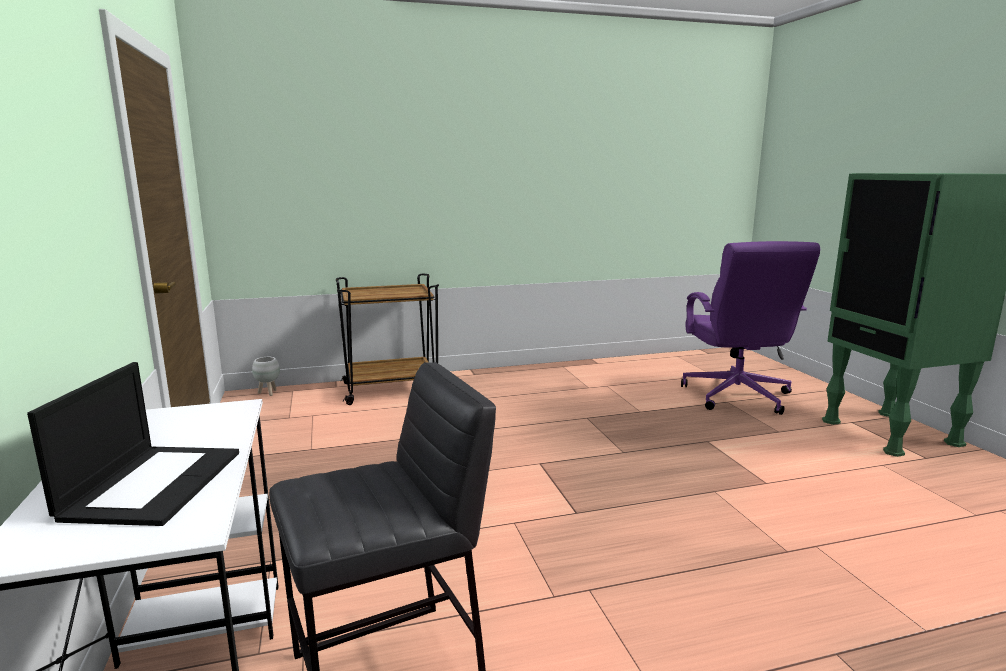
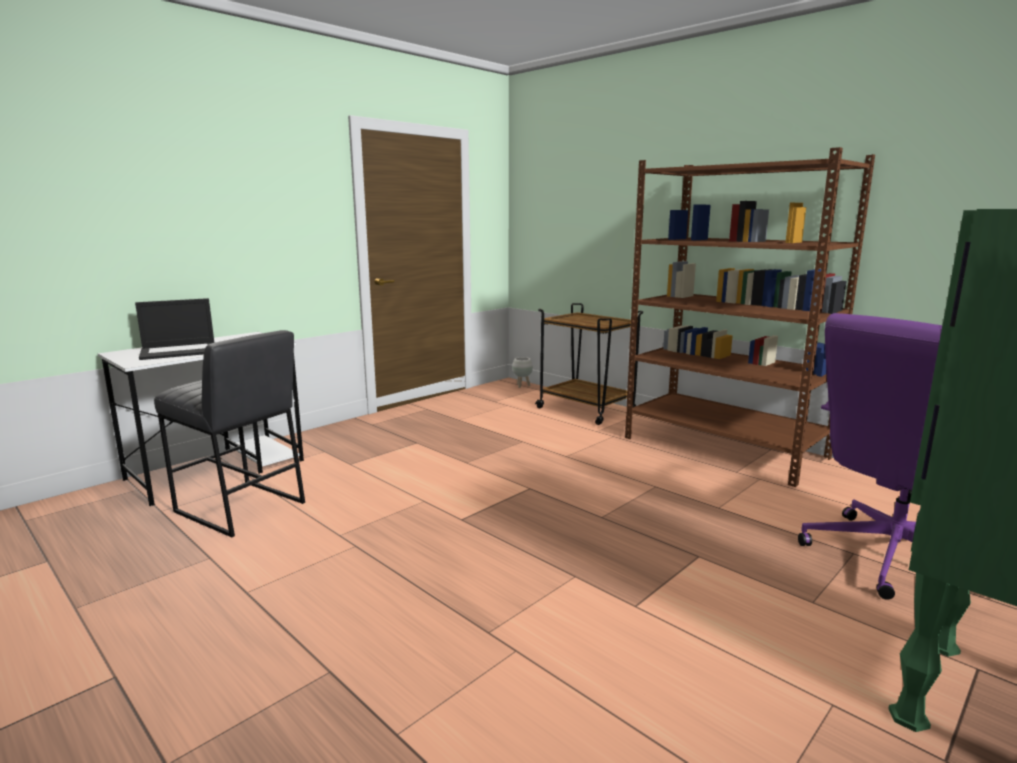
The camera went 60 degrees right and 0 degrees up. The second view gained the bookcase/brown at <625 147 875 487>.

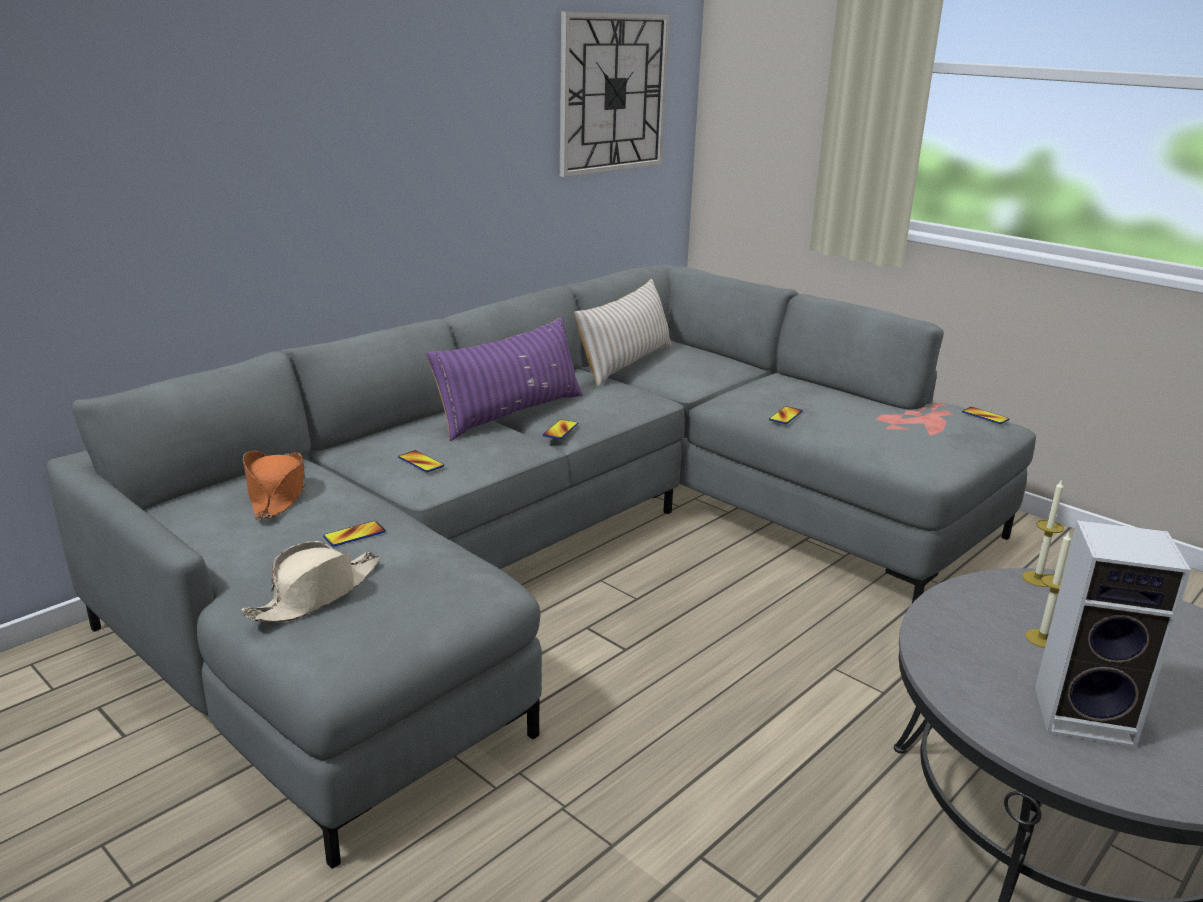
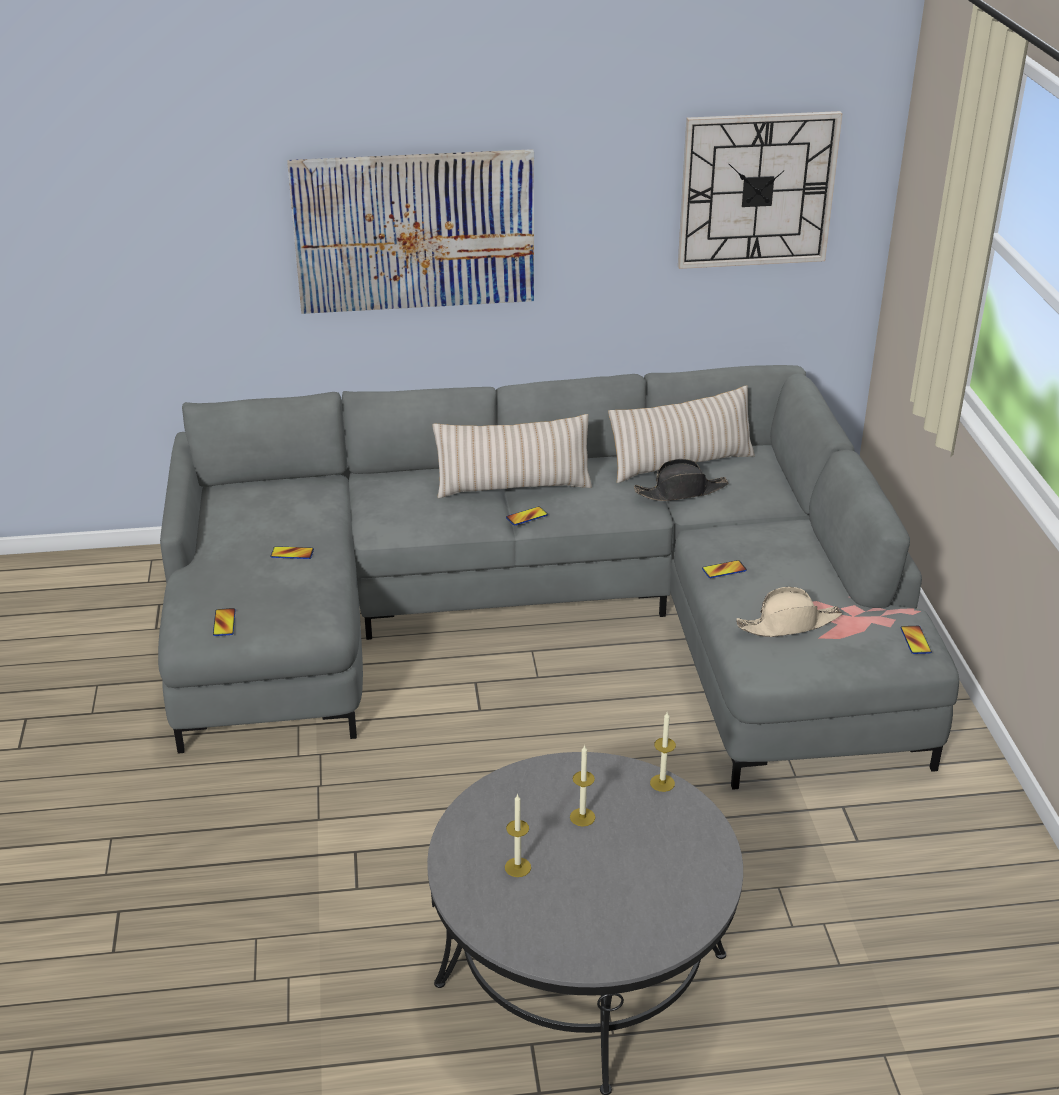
The camera went 40 degrees right and 10 degrees up. What was the throw pillow/purplish at <426 317 582 441> turned into the throw pillow/beige-coloured at <432 414 592 498>. The handset ended up elsewhere, having gone from <398 450 444 472> to <213 608 236 636>. The second view lost the hat/orange at <243 451 305 520>. Where the audio speaker stood at <1035 520 1191 748>, the wax light came to stand at <505 794 531 877>. The hat/beige-coloured ended up elsewhere, having gone from <242 541 380 622> to <736 587 842 637>. The second view gained the wall picture at <287 149 534 314>. The second view gained the hat/black at <634 459 729 501>.

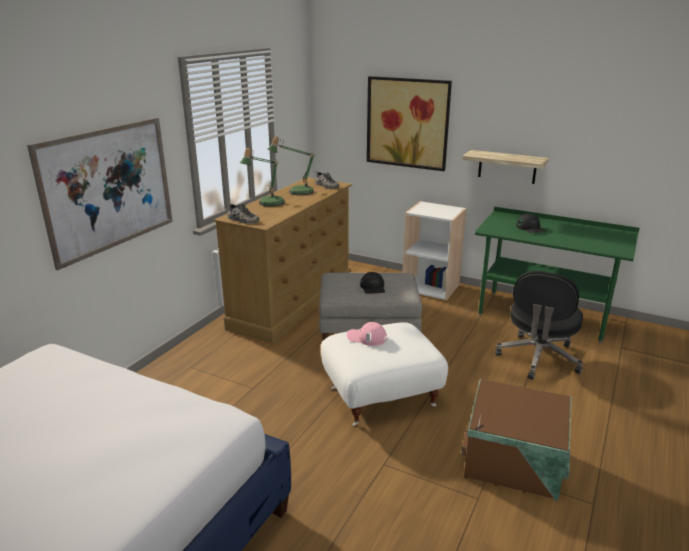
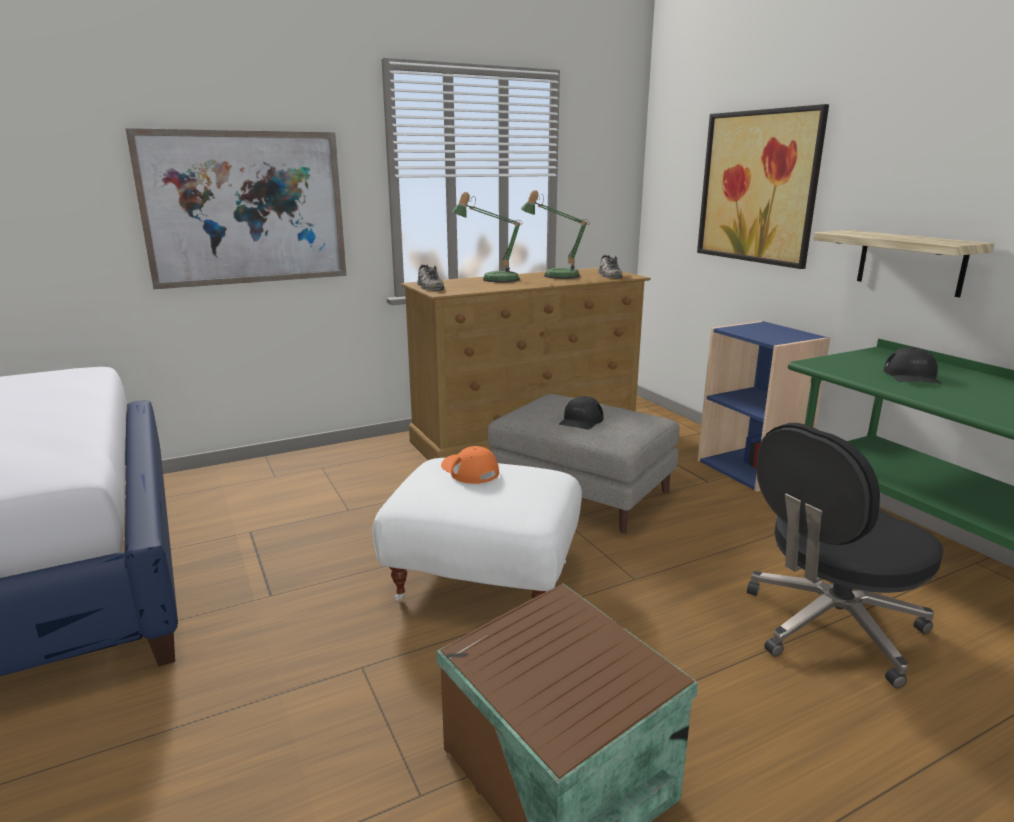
The camera went 35 degrees right and 5 degrees down. What was the bookcase/whitish at <402 201 466 300> turned into the bookcase/blue-coloured at <698 321 830 492>. What was the baseball cap/pinkish at <347 322 387 346> turned into the baseball cap/orange at <441 446 499 484>.

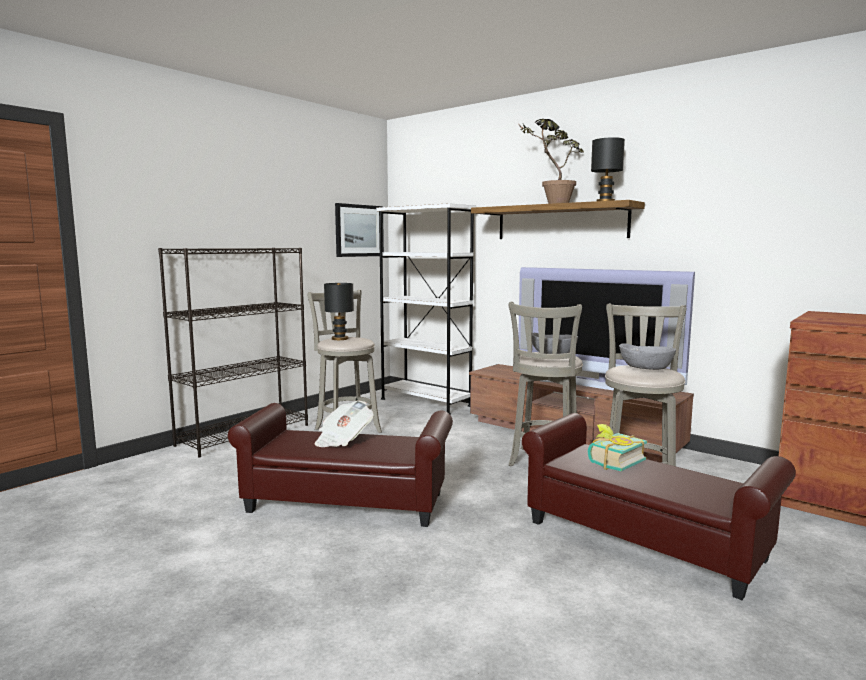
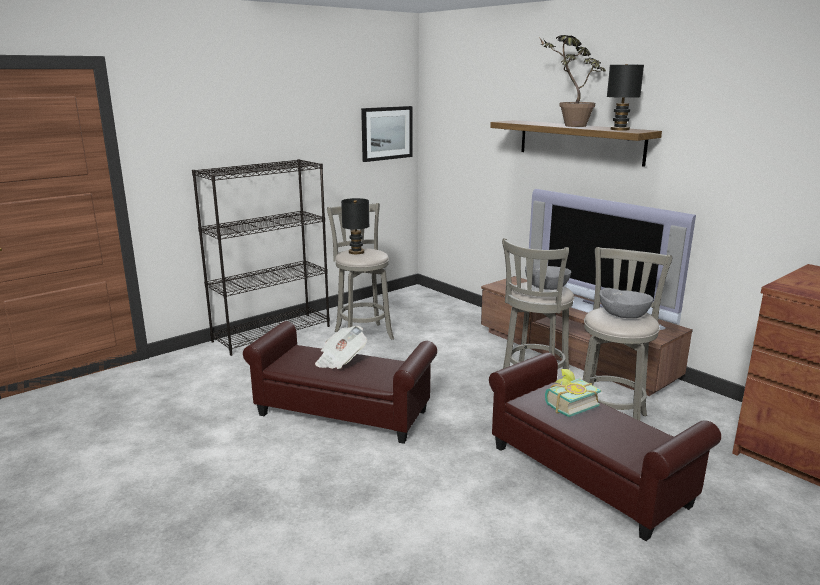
The camera went 10 degrees right and 10 degrees up. The second view lost the bookcase/whitish at <376 203 477 415>.

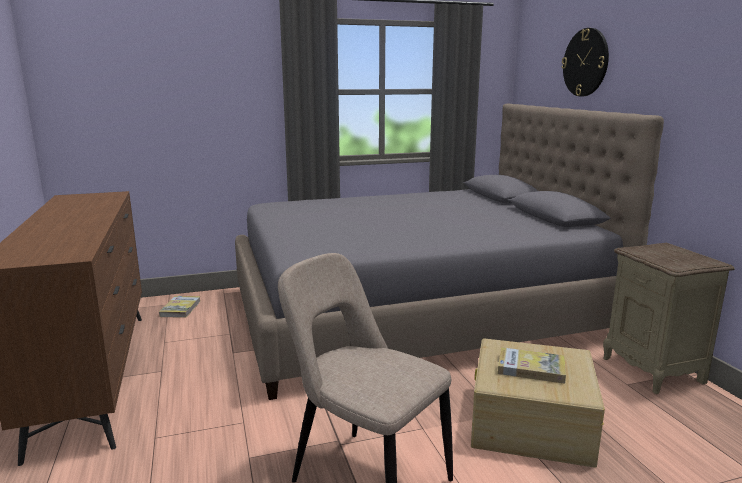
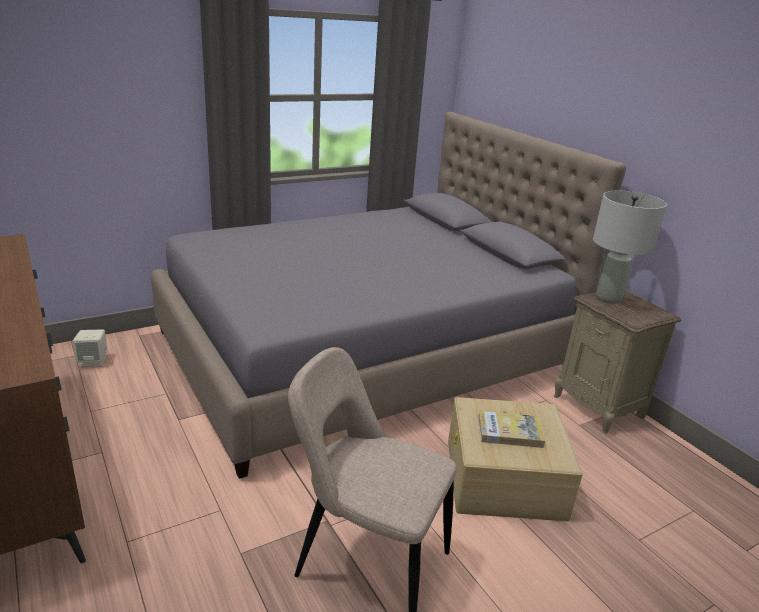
The camera went 15 degrees left and 10 degrees up. The second view lost the clock on the wall at <561 28 609 96>. Where the bound book stood at <159 296 201 318>, the audio speaker/beige-coloured came to stand at <73 329 107 367>. The second view gained the table lamp/gray at <593 191 667 304>.

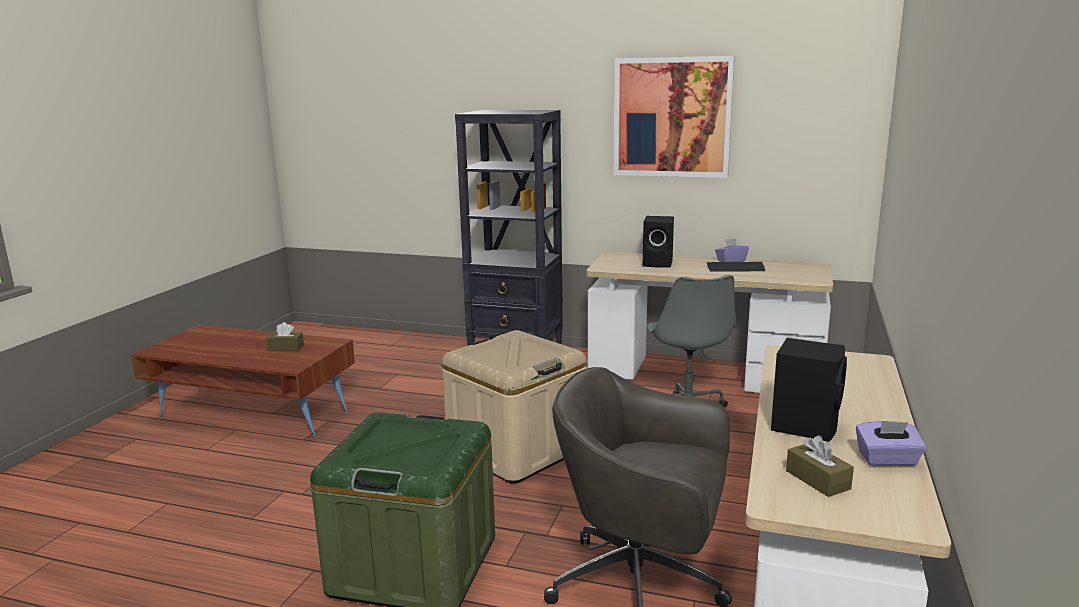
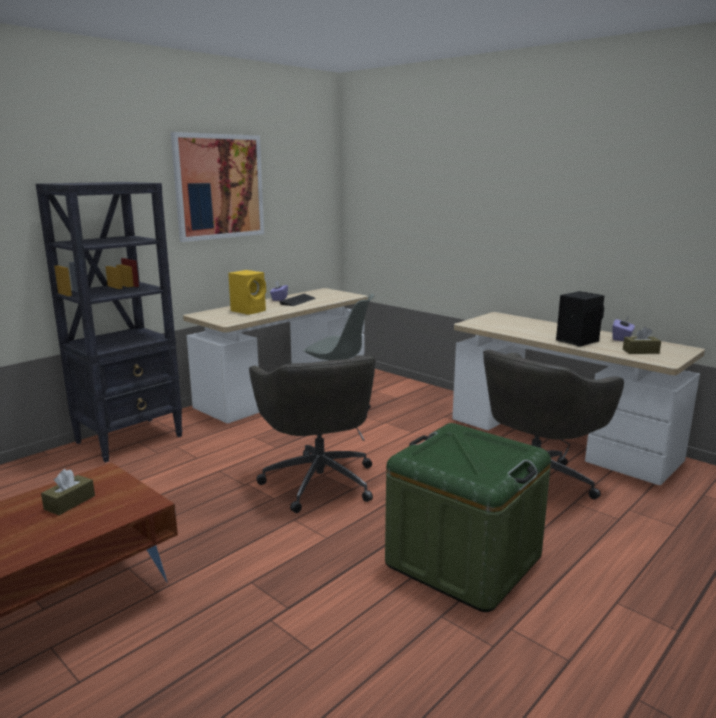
The camera went 65 degrees left and 0 degrees up. What was the audio speaker/black at <643 216 674 268> turned into the audio speaker/yellow-coloured at <228 270 266 315>. Where the storage bin/beige-coloured stood at <442 330 587 484>, the office chair/gray came to stand at <249 355 376 513>.

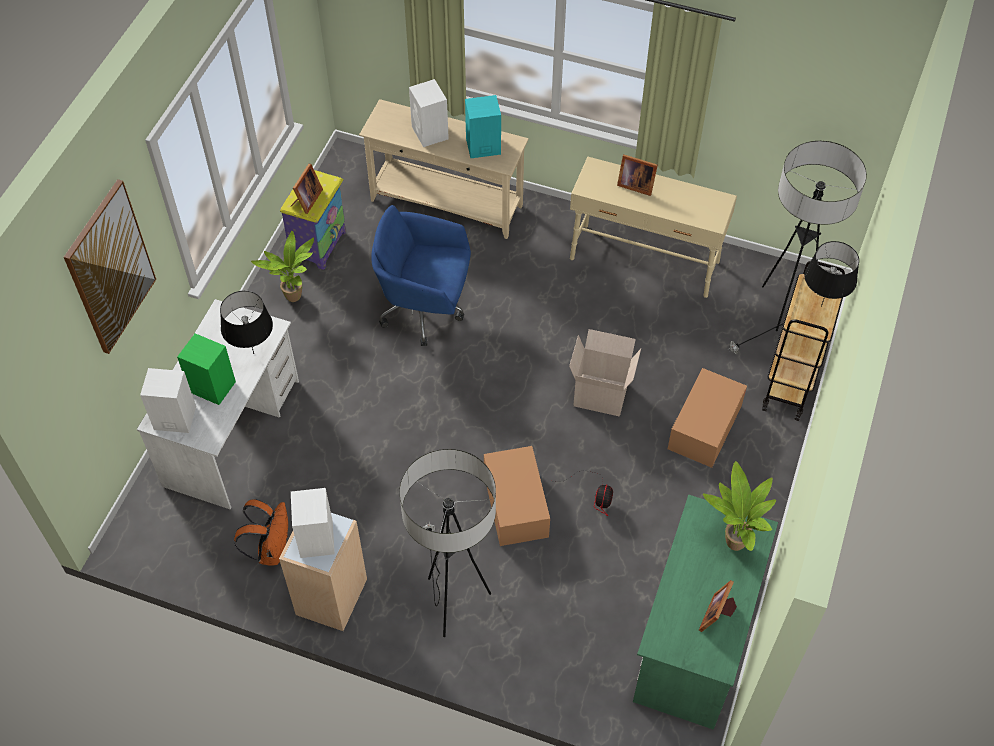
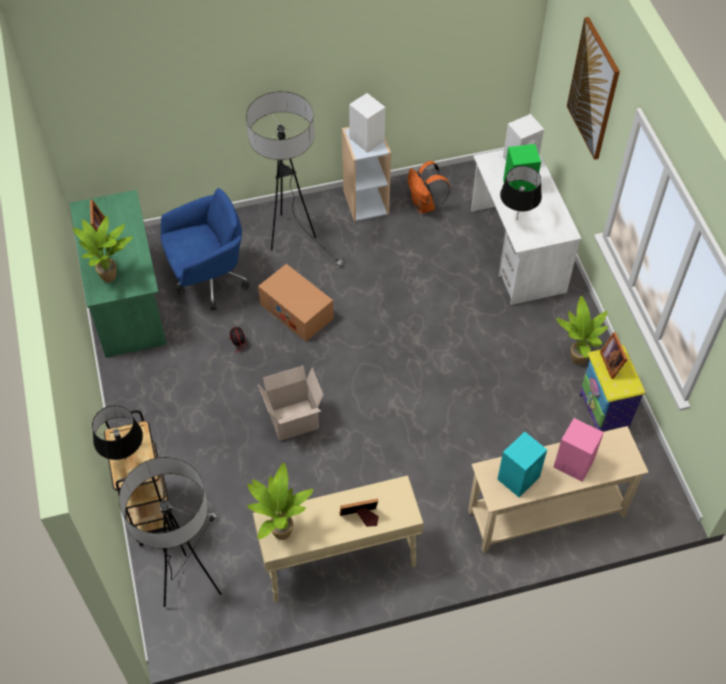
The camera went 145 degrees right and 0 degrees up. What was the audio speaker/whitish at <409 79 449 147> turned into the audio speaker/pinkish at <554 418 604 482>. The office chair/blue-coloured ended up elsewhere, having gone from <371 205 471 346> to <161 188 249 310>. The second view lost the cardboard box at <668 368 747 468>. The second view gained the plant in a pot at <247 463 314 540>.

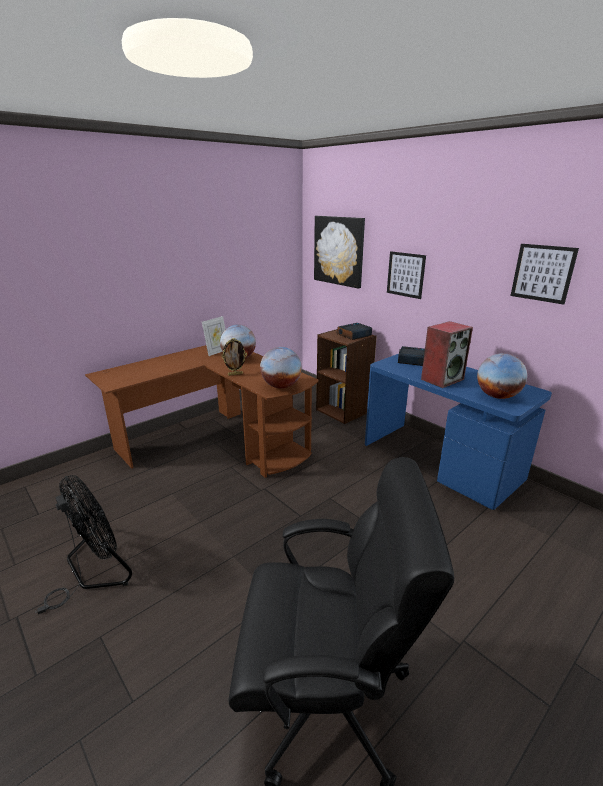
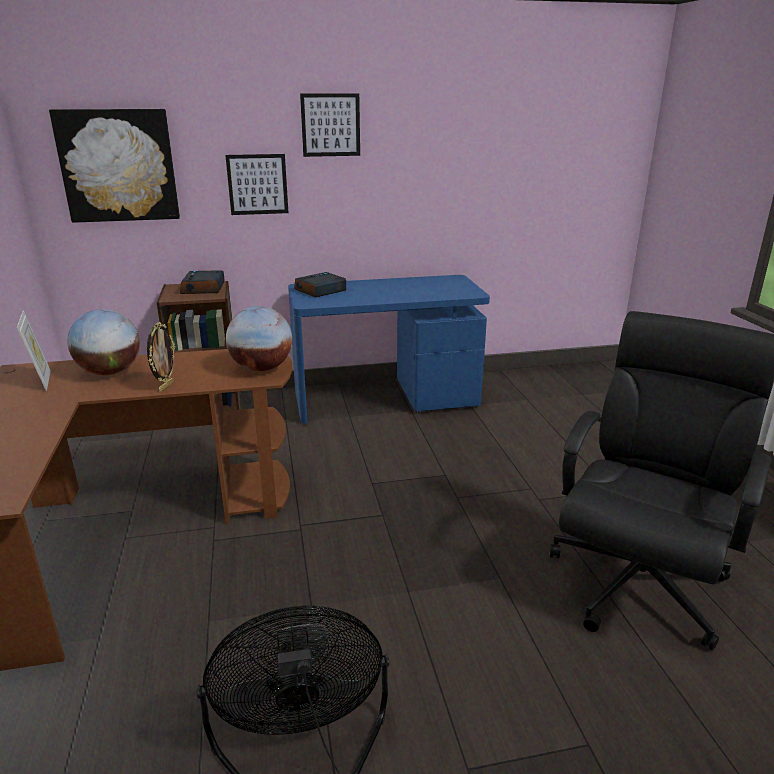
The camera went 60 degrees left and 0 degrees up. The wall picture ended up elsewhere, having gone from <510 244 579 305> to <300 94 360 157>. The second view lost the audio speaker at <421 321 473 388>. The second view lost the world globe at <477 353 527 399>.

